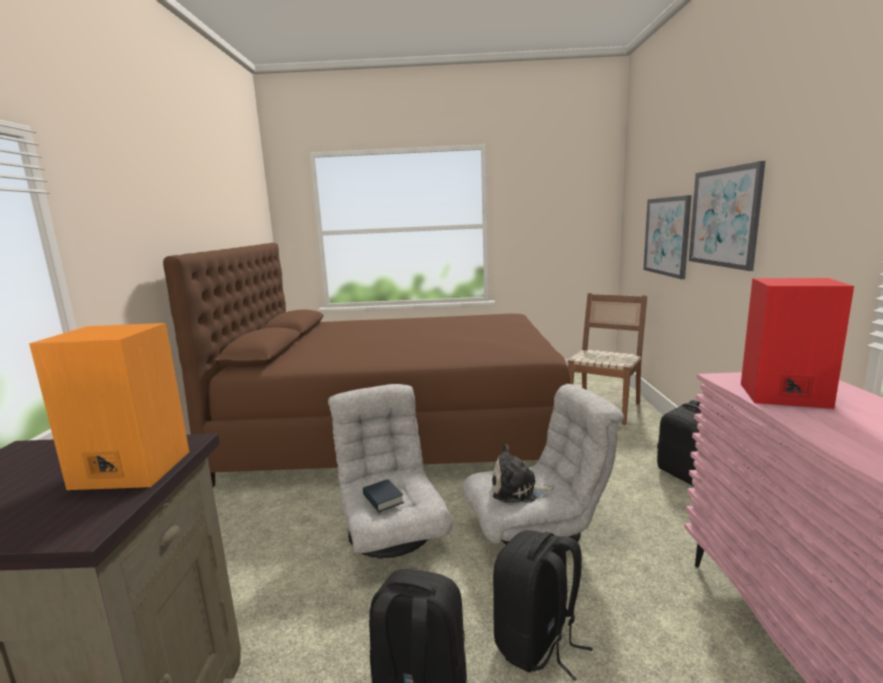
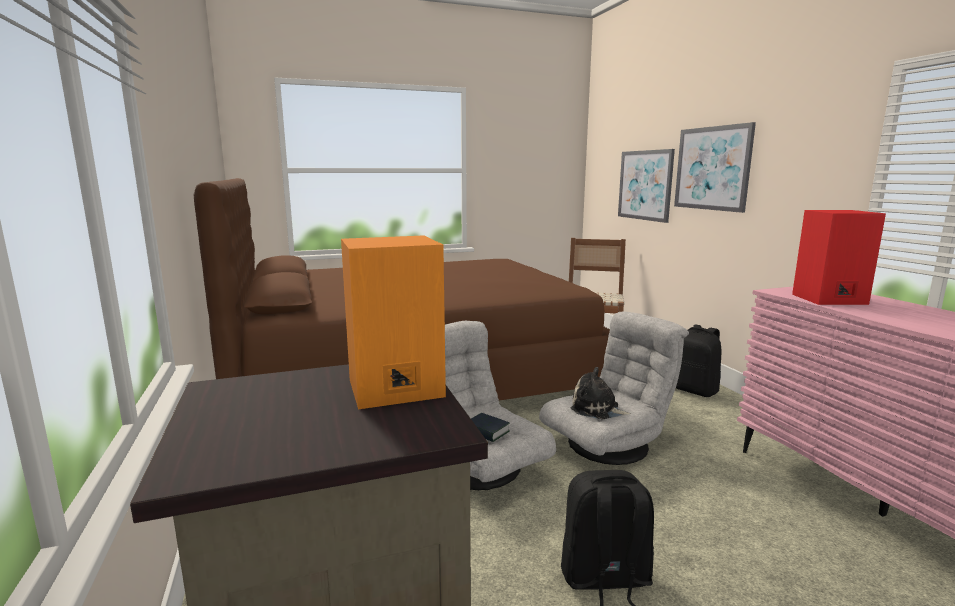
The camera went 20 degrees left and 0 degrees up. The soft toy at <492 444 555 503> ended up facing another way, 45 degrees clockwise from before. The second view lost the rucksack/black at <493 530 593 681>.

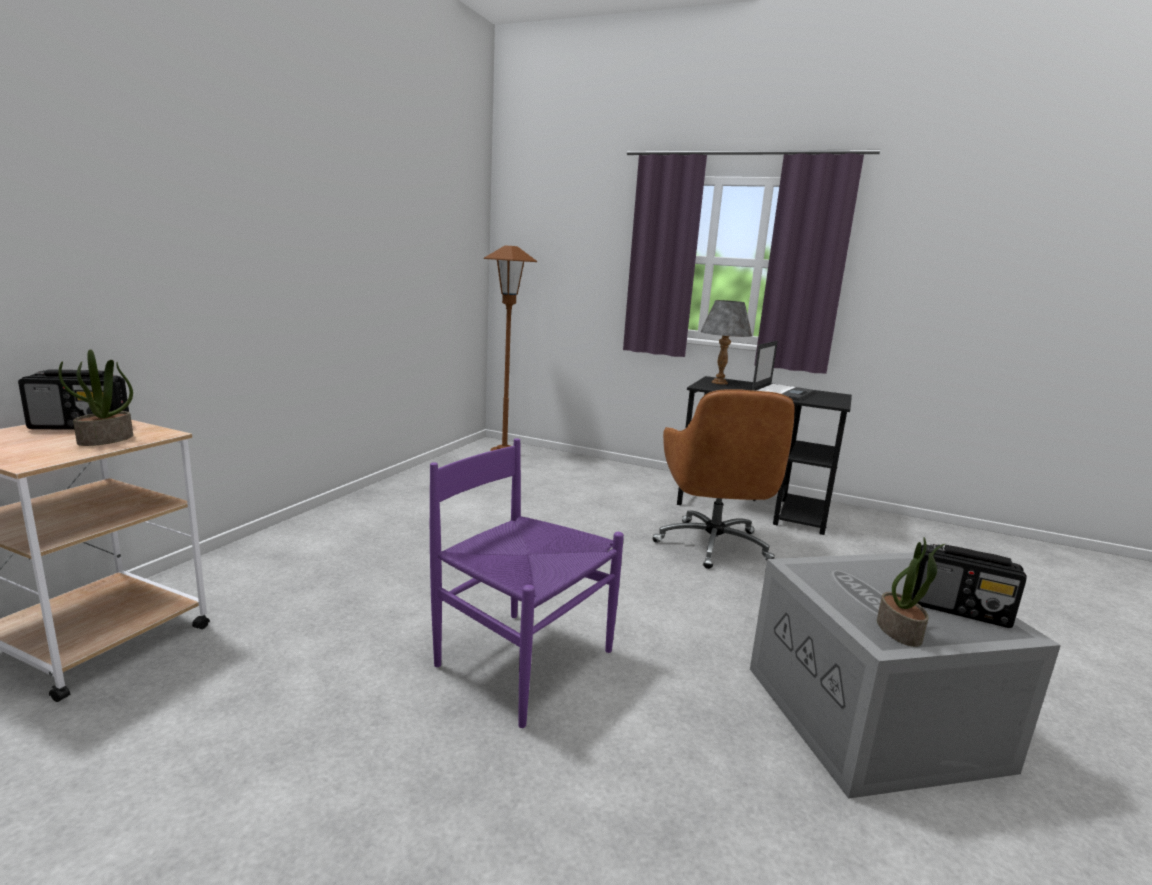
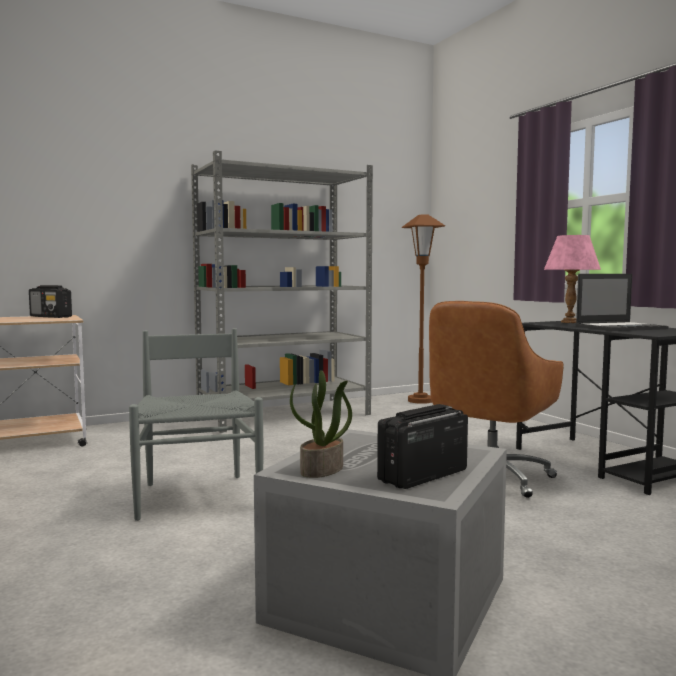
The camera went 40 degrees right and 10 degrees down. What was the table lamp/gray at <700 300 752 385> turned into the table lamp/pinkish at <544 235 601 323>. The second view lost the plant in a pot at <58 349 133 446>. What was the upright chair/purplish at <430 438 624 728> turned into the upright chair/gray at <129 328 263 521>. The radio at <912 544 1027 628> ended up facing another way, 75 degrees clockwise from before. The second view gained the bookcase/gray at <191 151 373 433>.

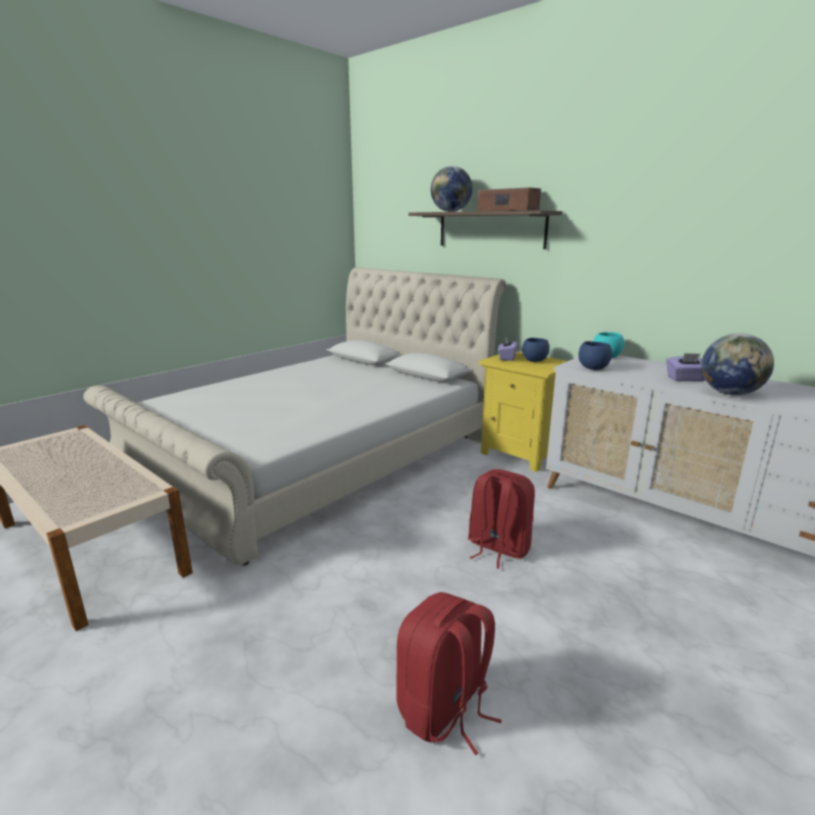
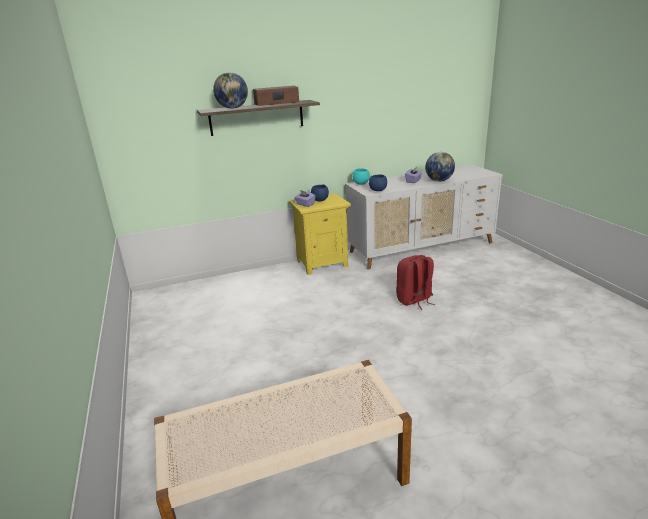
The camera went 60 degrees left and 5 degrees up. The second view lost the bed/beige-coloured at <83 268 507 566>. The second view lost the rucksack/red-coloured at <396 592 502 755>.

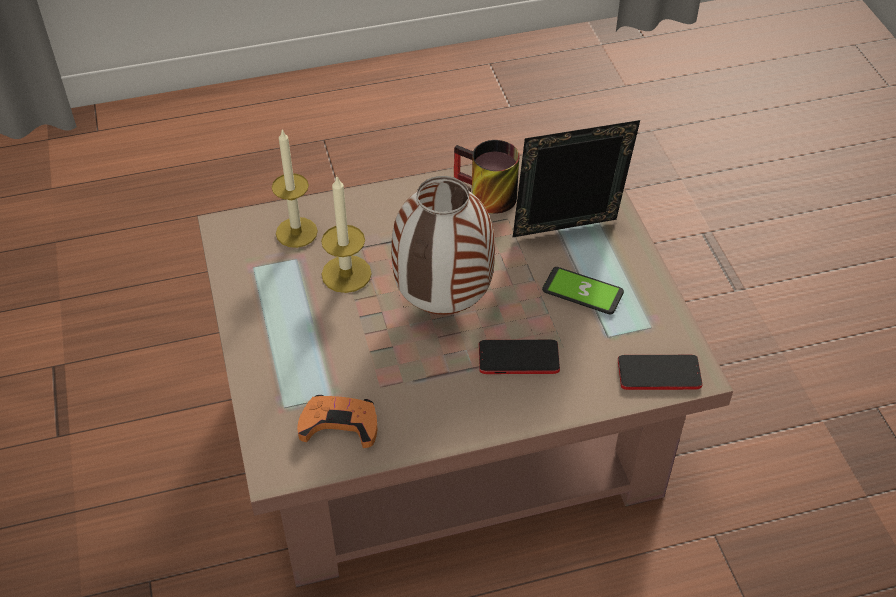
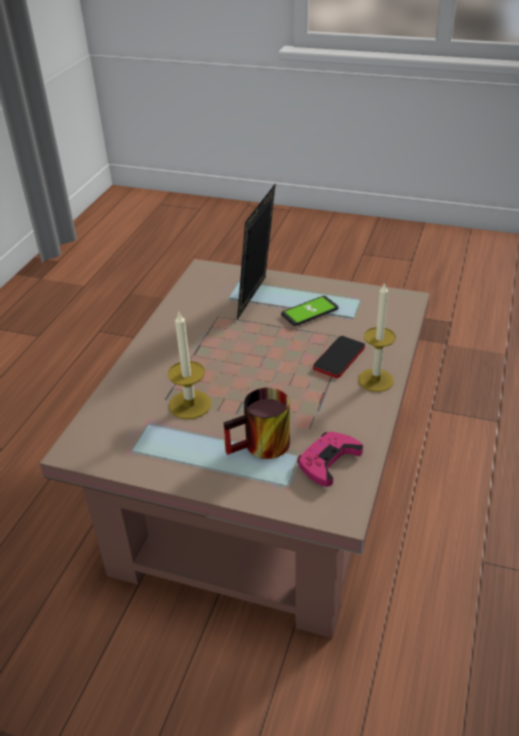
The camera went 55 degrees left and 10 degrees down. The wax light ended up elsewhere, having gone from <272 129 318 248> to <358 282 396 392>. The coffee mug ended up elsewhere, having gone from <454 140 519 214> to <224 388 290 459>. The second view lost the flower vase at <391 176 495 315>. The second view lost the handset at <618 355 703 390>. What was the game controller/orange at <297 395 377 448> turned into the game controller/pinkish at <297 432 363 487>.

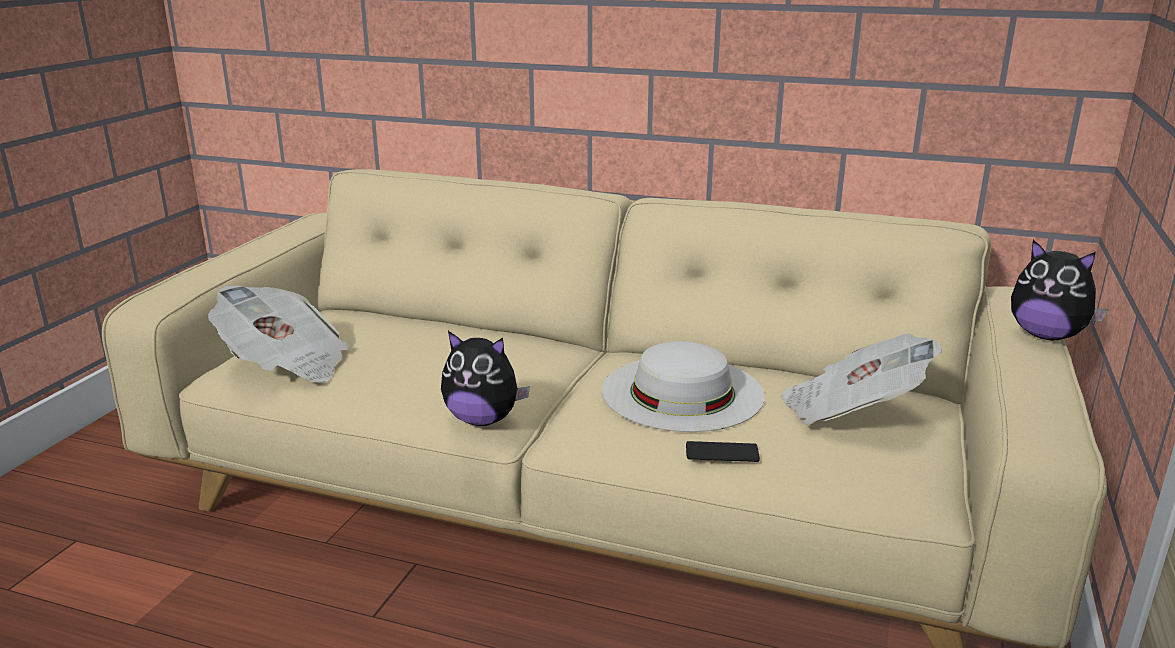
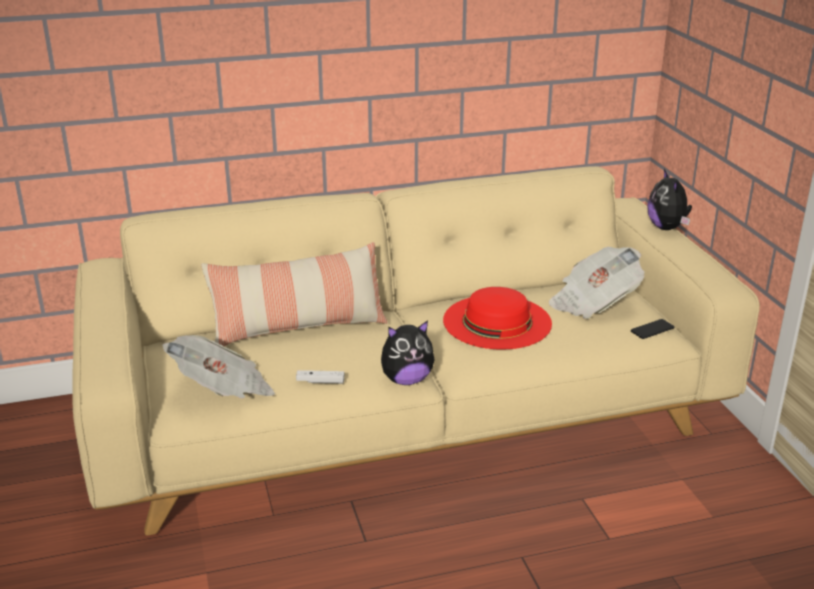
The camera went 35 degrees left and 5 degrees up. The soft toy at <1011 239 1108 341> ended up facing another way, 75 degrees clockwise from before. What was the hat/whitish at <602 341 765 432> turned into the hat/red-coloured at <443 287 552 350>. The handset ended up elsewhere, having gone from <686 441 760 462> to <631 319 674 339>. The second view gained the throw pillow at <201 242 387 346>. The second view gained the game controller/whitish at <296 370 344 384>.

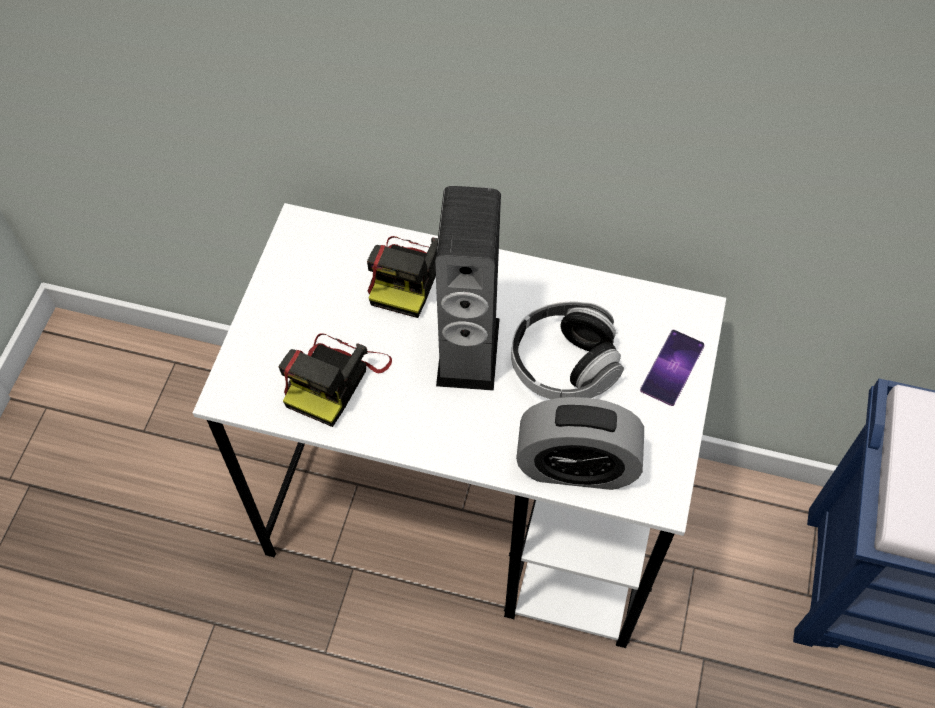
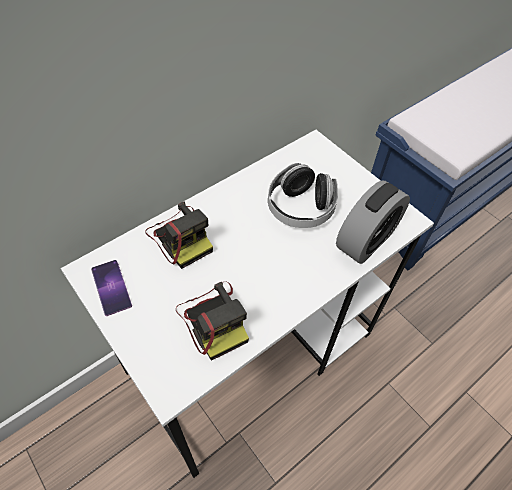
The camera went 55 degrees left and 5 degrees down. The second view lost the audio speaker at <435 186 501 391>. The handset ended up elsewhere, having gone from <640 330 704 406> to <91 260 132 316>.

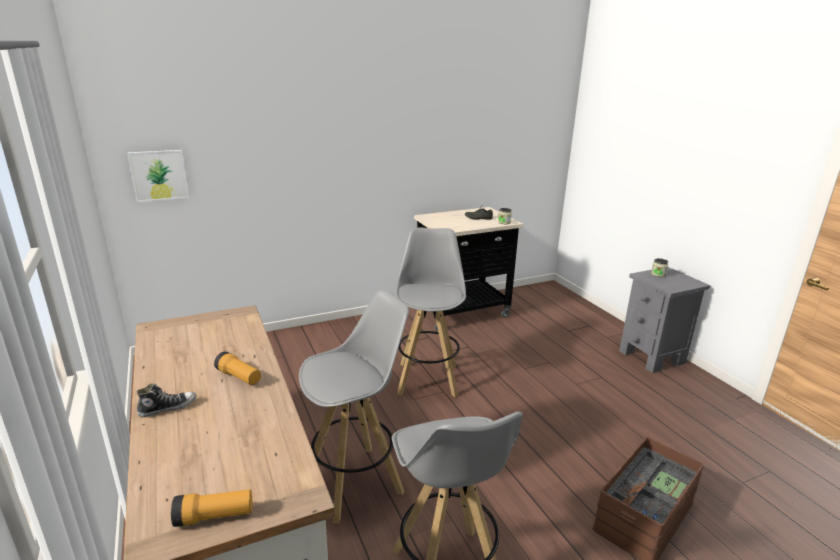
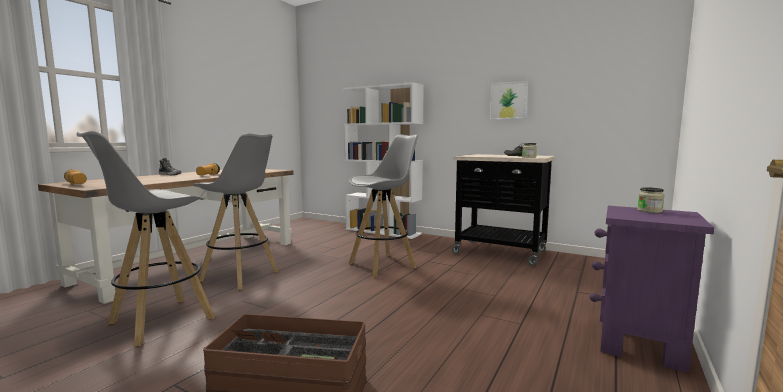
The camera went 55 degrees right and 15 degrees down. The wall picture ended up elsewhere, having gone from <127 150 189 202> to <490 81 528 120>. What was the nightstand/gray at <619 267 711 373> turned into the nightstand/purplish at <589 206 714 373>. The second view gained the bookcase/whitish at <343 82 424 239>.

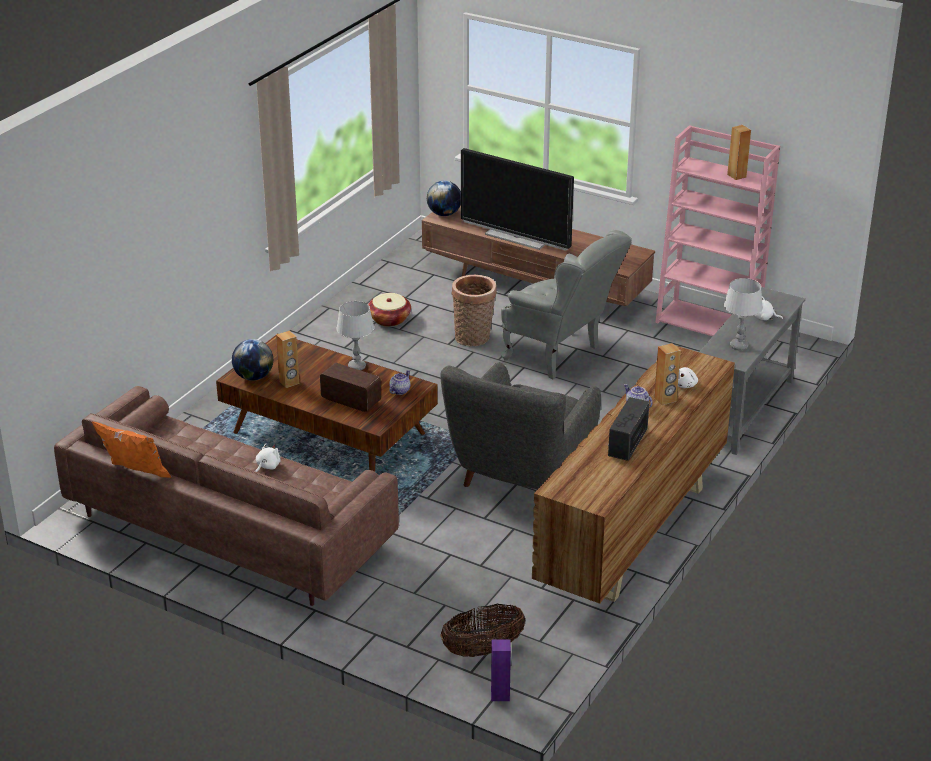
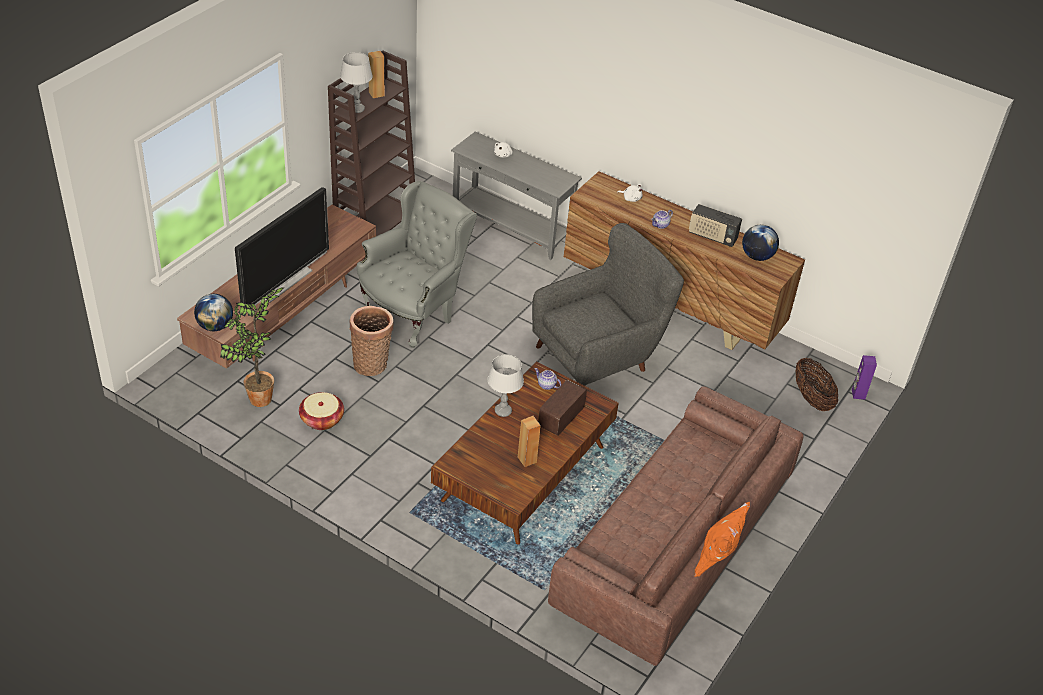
The camera went 90 degrees left and 10 degrees up. What was the bookcase/pinkish at <655 125 780 336> turned into the bookcase/brown at <328 51 415 236>. The table lamp/gray ended up elsewhere, having gone from <724 278 763 351> to <340 52 373 113>. The world globe ended up elsewhere, having gone from <232 339 273 381> to <742 225 779 261>. The second view lost the audio speaker/brown at <654 343 681 405>. The armchair/gray at <440 362 601 489> ended up facing another way, 60 degrees counterclockwise from before. The second view lost the soft toy/whitish at <255 443 280 472>. The second view gained the plant in a pot at <220 287 285 407>.

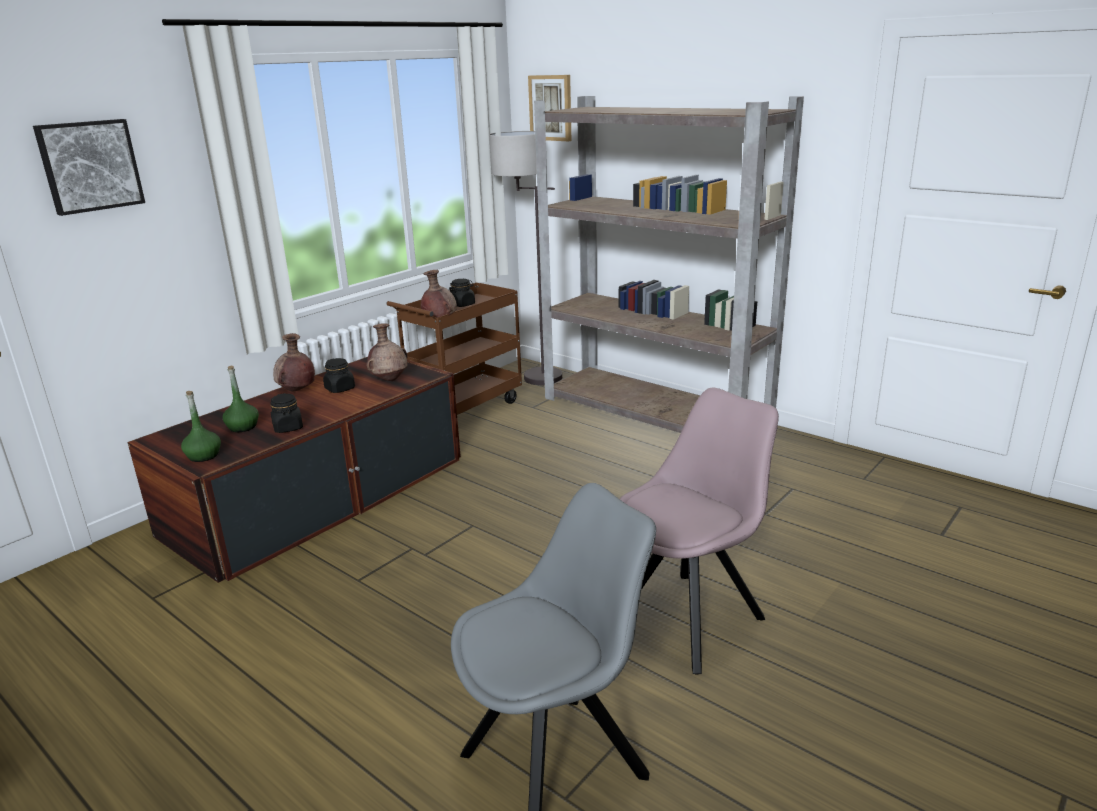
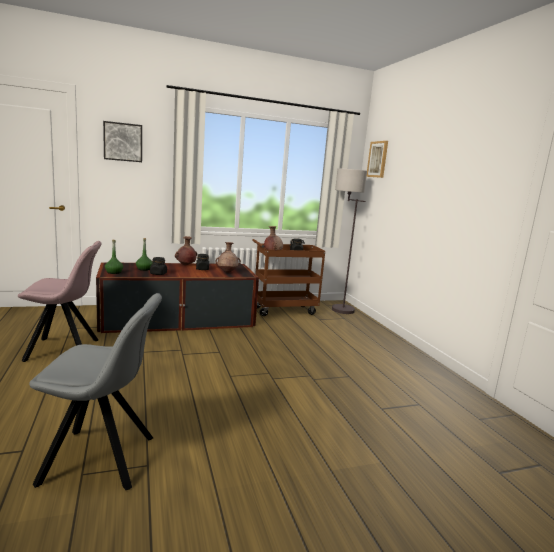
The camera went 30 degrees right and 10 degrees down. The second view lost the bookcase/brown at <534 96 804 433>. The upright chair/pinkish ended up elsewhere, having gone from <620 388 779 675> to <18 241 101 362>.

